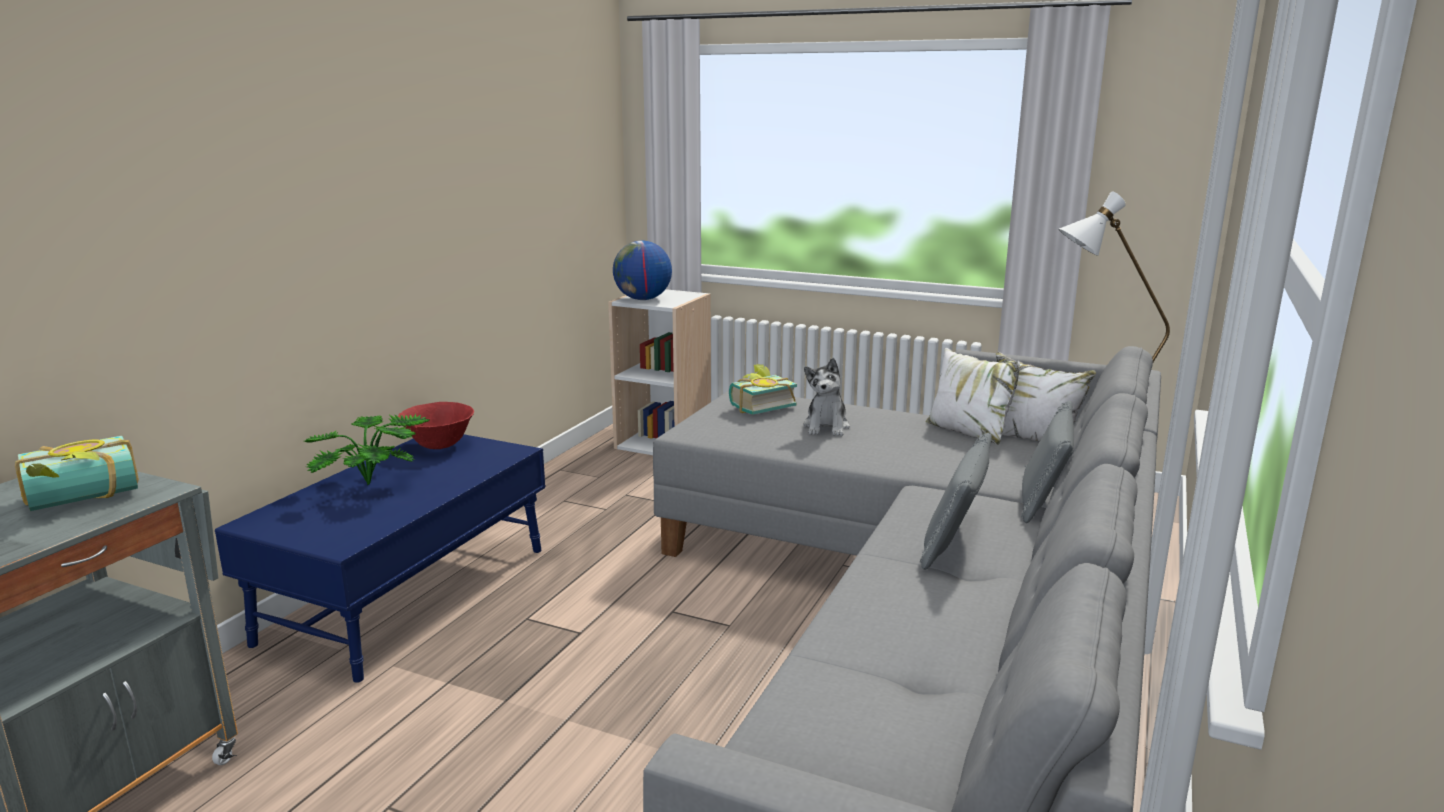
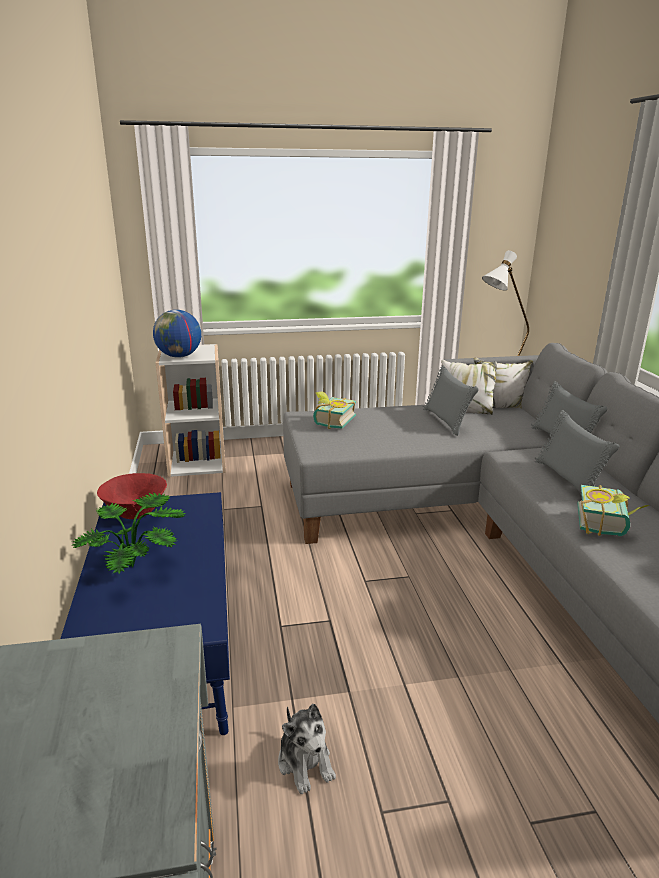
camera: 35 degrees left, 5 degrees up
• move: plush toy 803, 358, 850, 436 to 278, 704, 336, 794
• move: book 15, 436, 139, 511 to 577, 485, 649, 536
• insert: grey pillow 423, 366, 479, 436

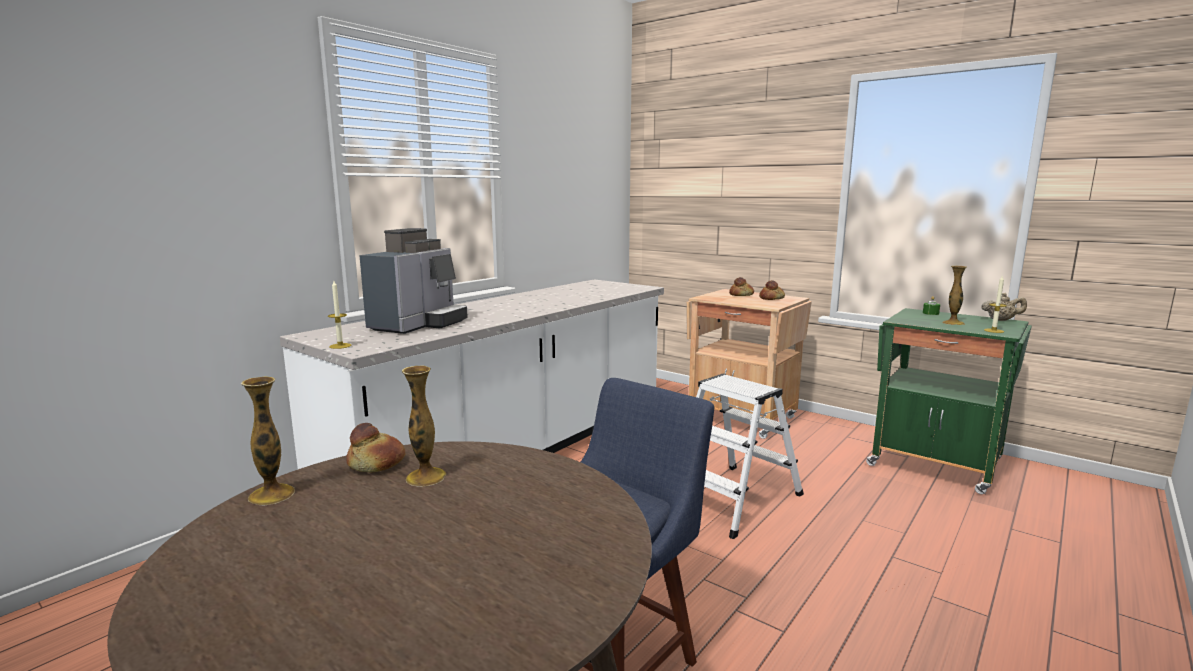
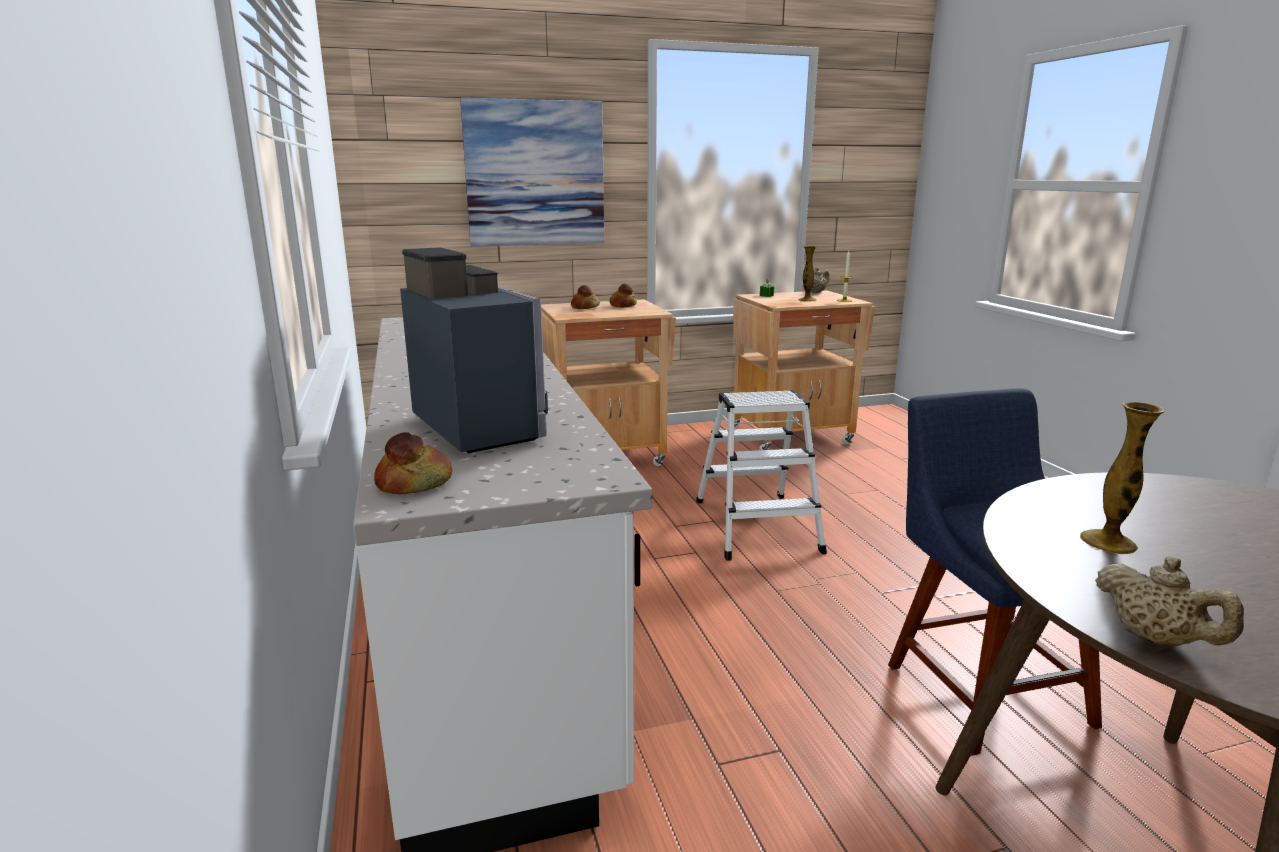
camera: 55 degrees left, 5 degrees up
• delete: candle 328, 281, 351, 349
• recolor: green cart 866, 308, 1032, 494 to brown cart 733, 290, 875, 450
• replace: vase 241, 376, 295, 505 to beige teapot 1095, 557, 1244, 646
• move: bread 346, 423, 406, 473 to 374, 432, 452, 494
• insert: picture 460, 97, 604, 247

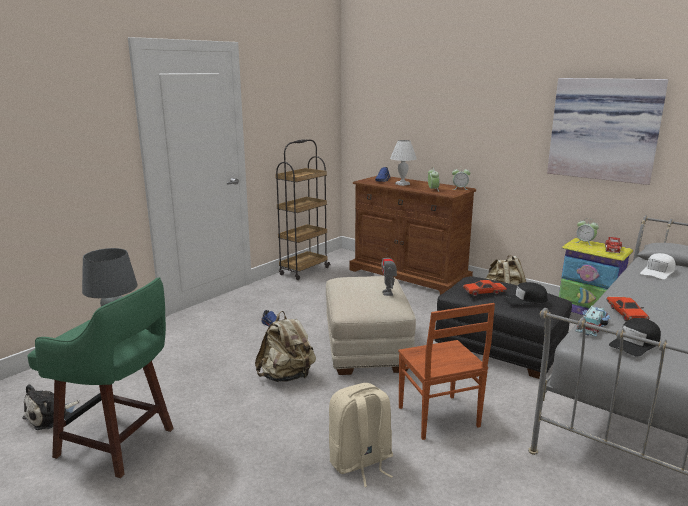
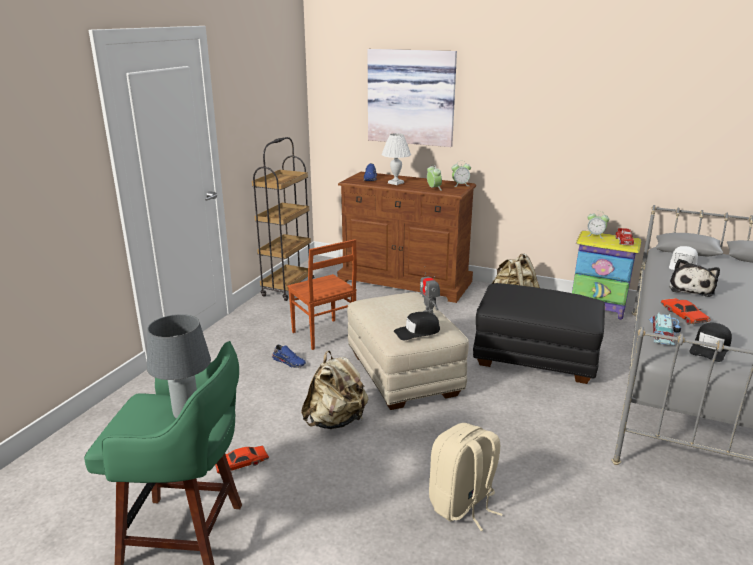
camera: 15 degrees left, 5 degrees up
• move: picture 547, 78, 668, 185 to 368, 49, 457, 147
• move: red toy car 463, 280, 507, 296 to 215, 446, 269, 474
• move: black cap 504, 282, 548, 305 to 394, 312, 440, 341
• move: brown chair 398, 303, 495, 440 to 288, 239, 357, 350
• move: plush toy 23, 384, 80, 430 to 669, 259, 720, 297

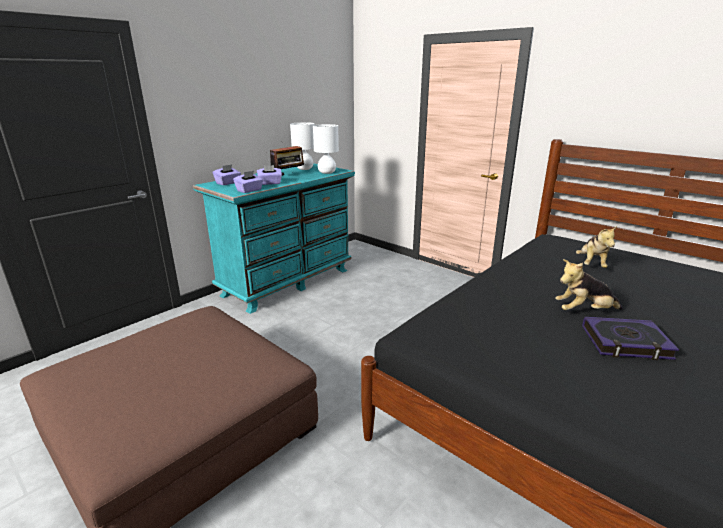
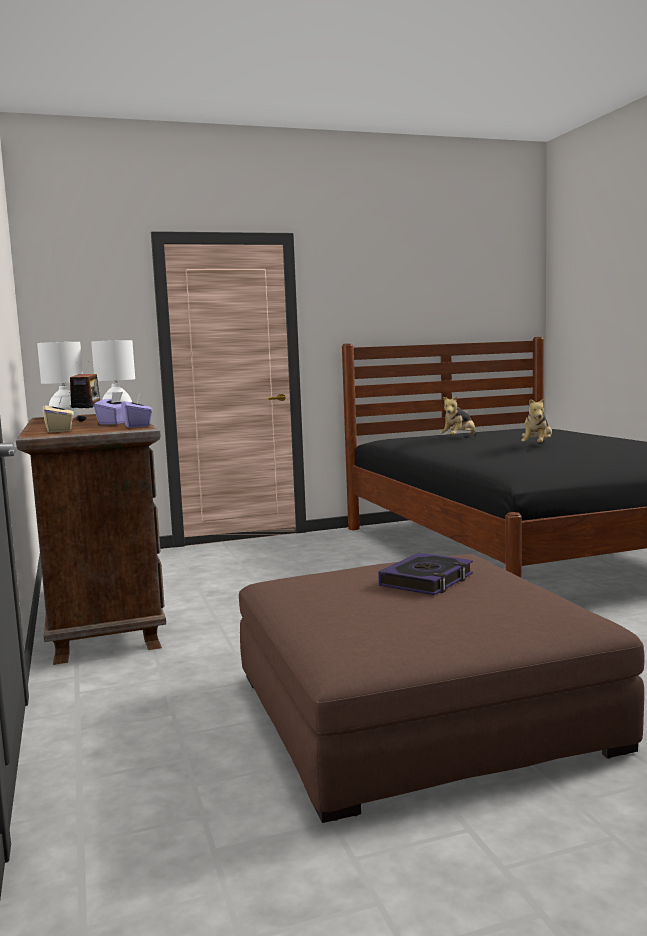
camera: 60 degrees left, 15 degrees down
• recolor: turquoise dresser 193, 163, 355, 314 to brown dresser 16, 414, 166, 665
• recolor: purple tissue box 213, 164, 241, 185 to beige tissue box 43, 397, 74, 433
• rotate: plush toy 576, 226, 617, 268 = 440, 395, 476, 435 90 degrees clockwise
• move: book 582, 317, 679, 360 to 378, 553, 473, 595

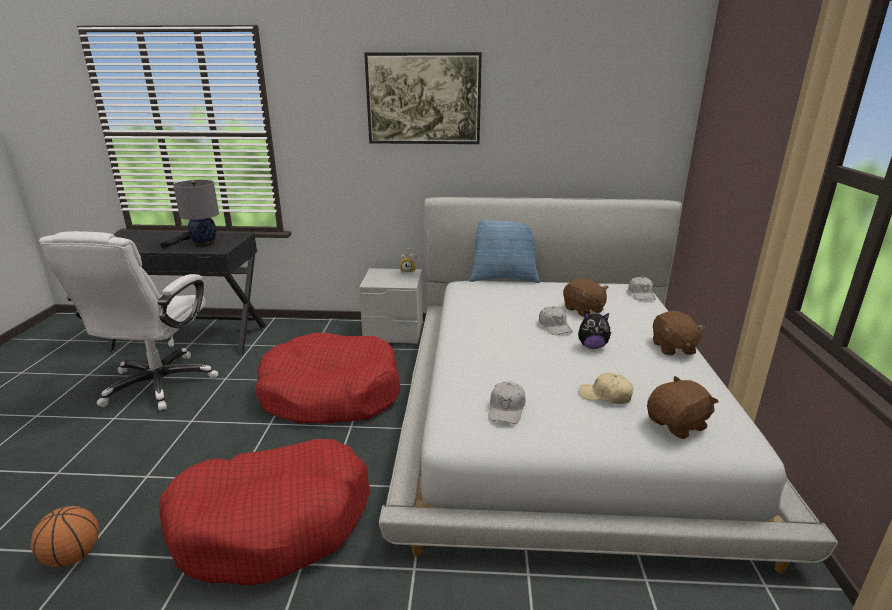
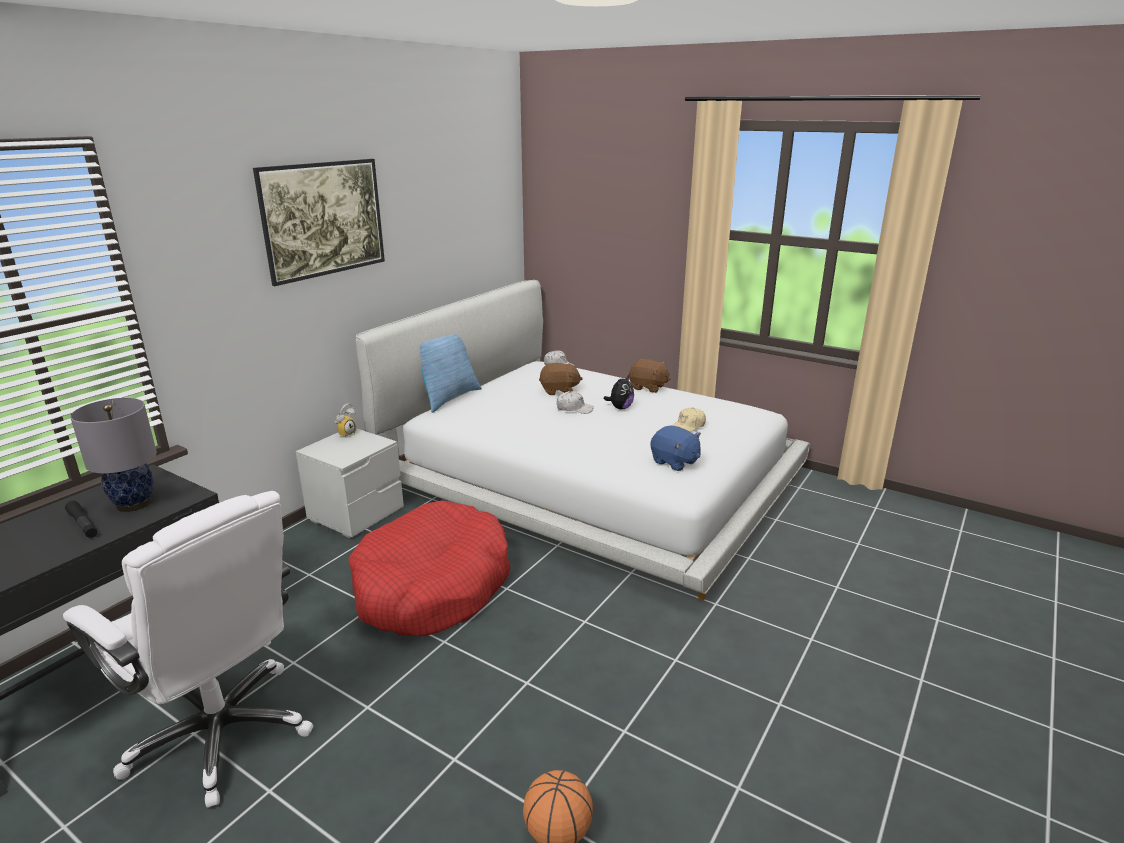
camera: 60 degrees left, 0 degrees up
• delete: brown plush toy 647, 376, 719, 439
• replace: white cap 488, 381, 526, 424 to blue plush toy 651, 425, 701, 471
• delete: red dog bed 159, 439, 370, 586

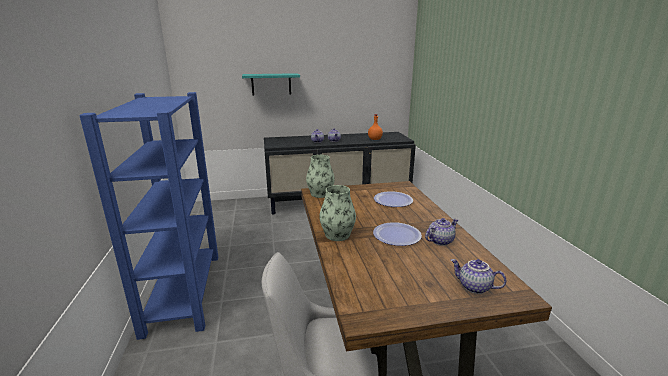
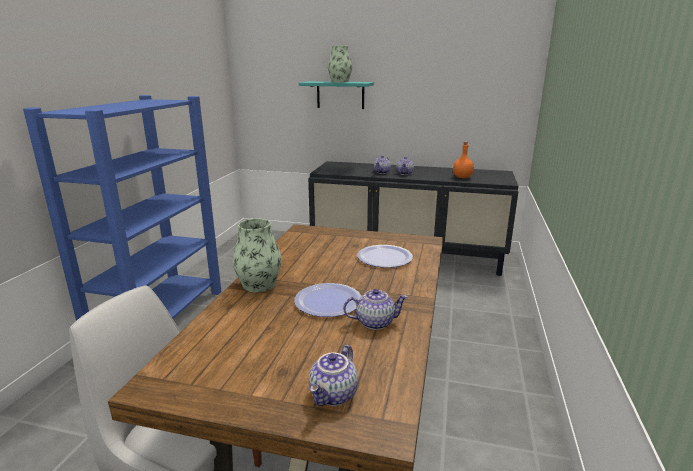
camera: 25 degrees right, 0 degrees up
• move: vase 306, 155, 335, 198 to 328, 46, 352, 82
• rotate: teapot 451, 259, 506, 294 = 309, 345, 358, 406 120 degrees counterclockwise

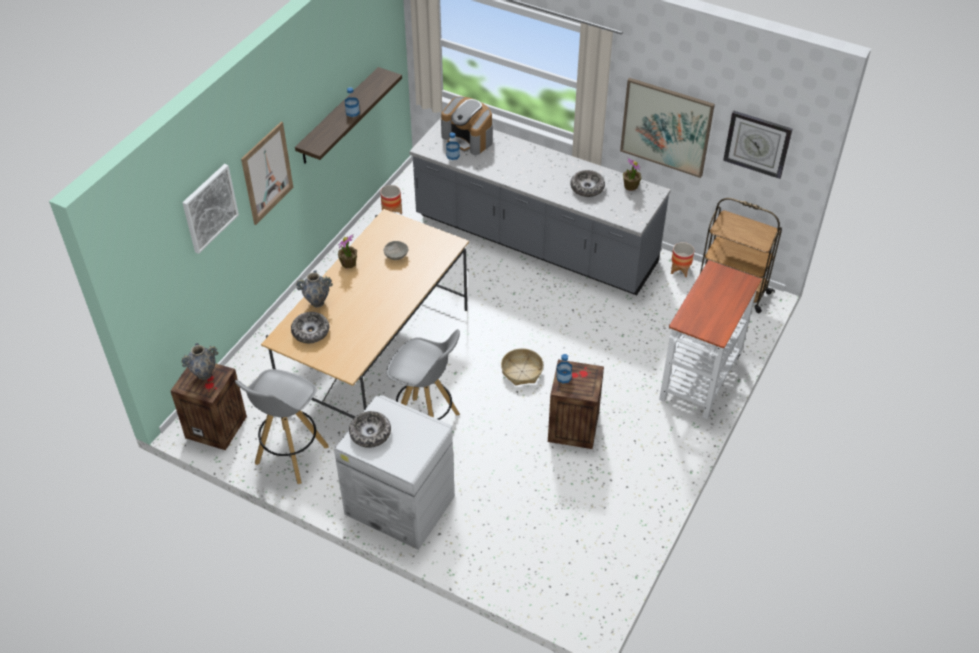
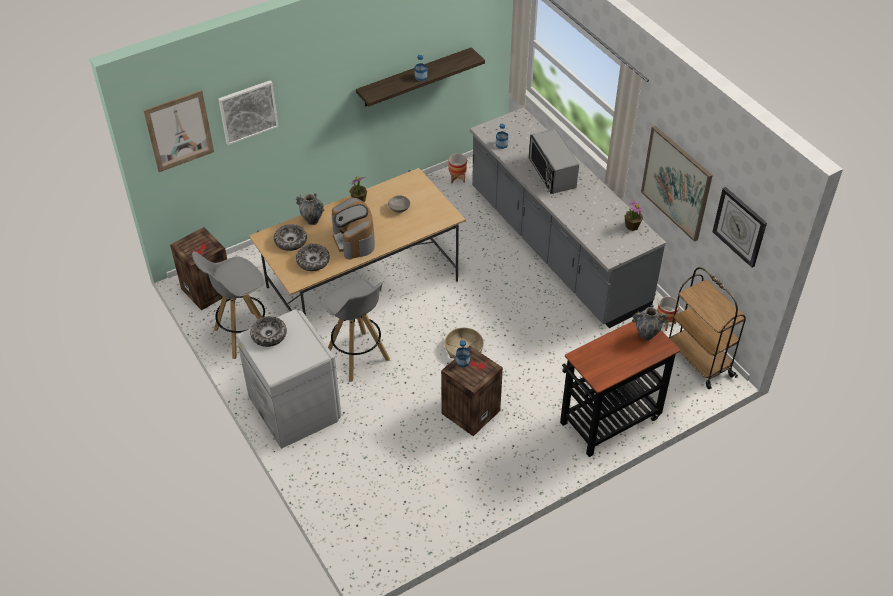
camera: 30 degrees right, 0 degrees up
• move: coffee machine 441, 96, 493, 155 to 332, 198, 375, 260
• move: picture 241, 122, 293, 225 to 143, 90, 214, 172
• move: bowl 570, 170, 605, 197 to 296, 244, 330, 271
• recolor: white cart 659, 260, 761, 419 to black cart 560, 322, 680, 457
• move: vase 181, 343, 218, 380 to 632, 305, 668, 341
• insert: microwave 529, 129, 579, 194

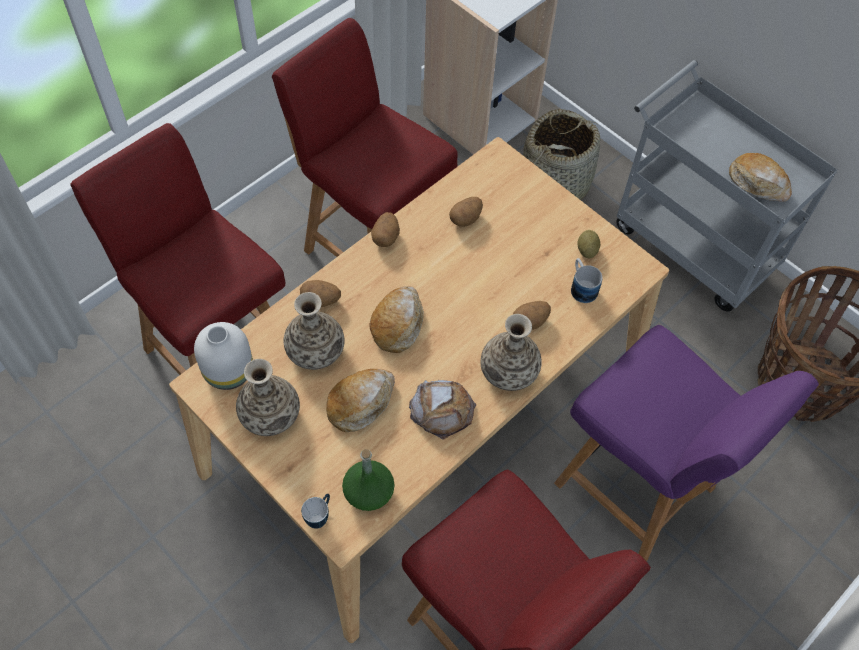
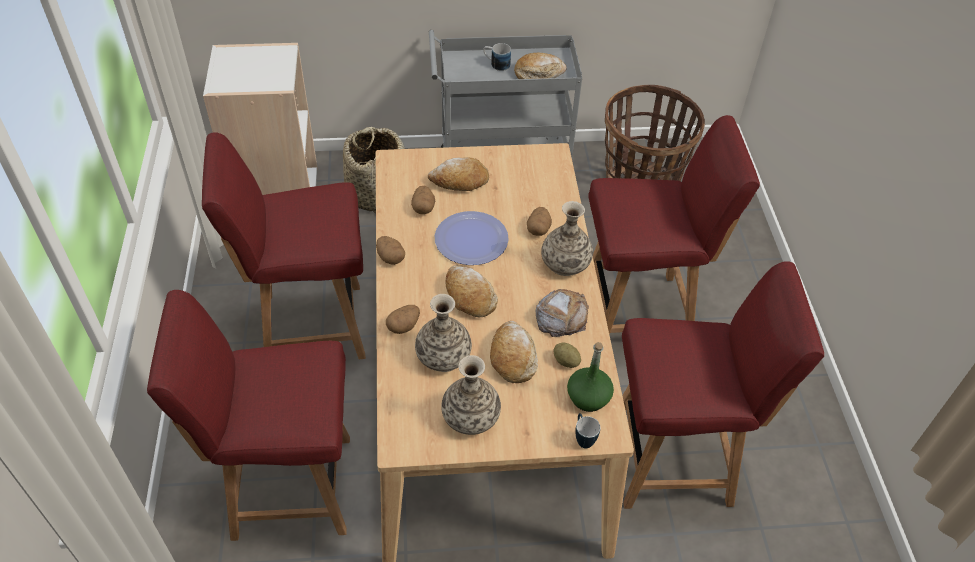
camera: 50 degrees left, 10 degrees down
• move: potato 578, 230, 600, 258 to 554, 343, 581, 368
• move: mug 571, 258, 603, 303 to 483, 43, 511, 71
• delete: white vase 194, 322, 253, 390
• recolor: purple chair 554, 325, 819, 561 to red chair 588, 115, 760, 335
• insert: bread 428, 157, 489, 191
• insert: plate 435, 211, 509, 265

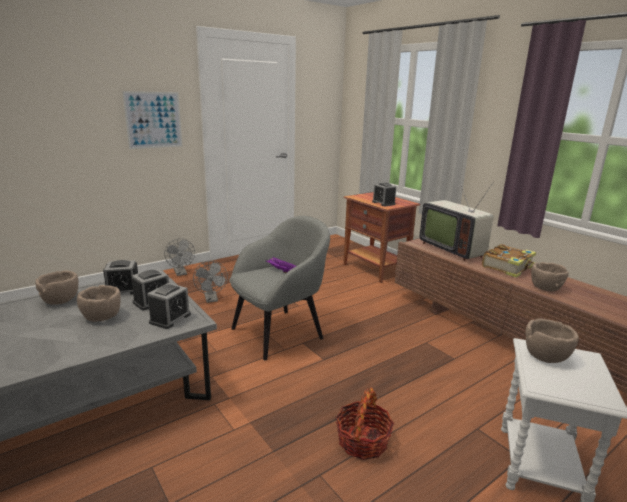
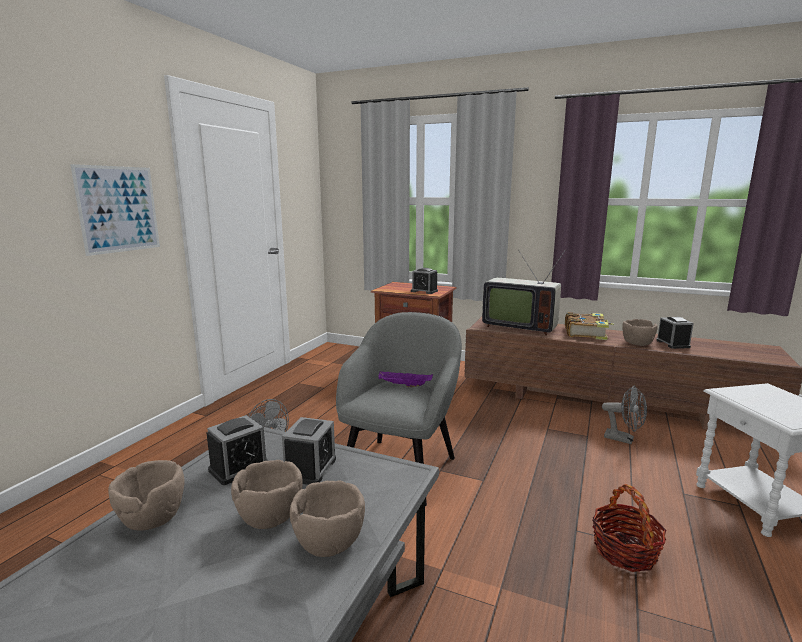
camera: 30 degrees left, 5 degrees down
• move: grey fan 164, 239, 195, 276 to 602, 386, 647, 444
• move: alarm clock 147, 283, 191, 329 to 656, 317, 694, 349
• move: brown bowl 525, 318, 579, 363 to 290, 480, 365, 557

